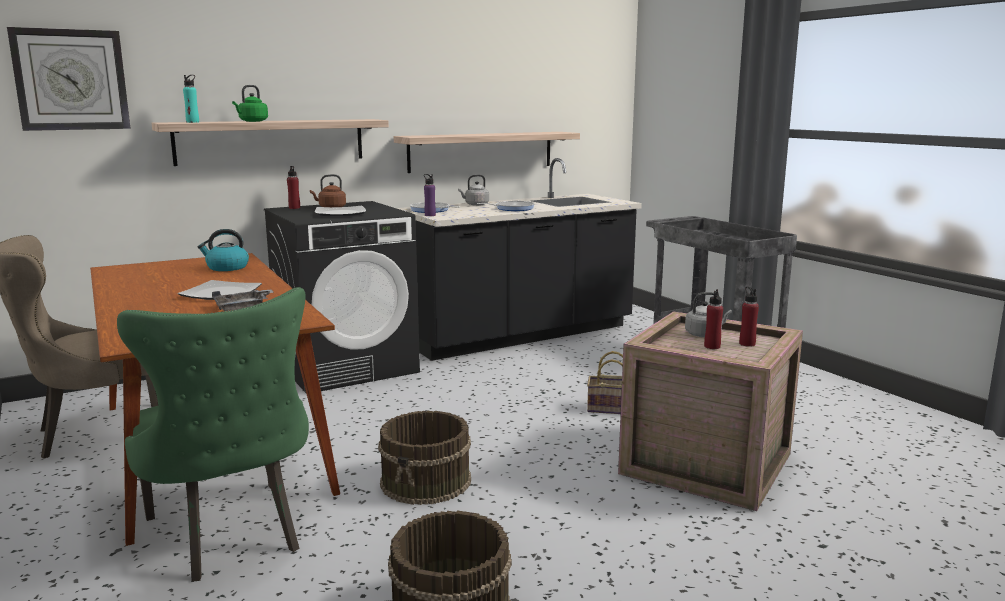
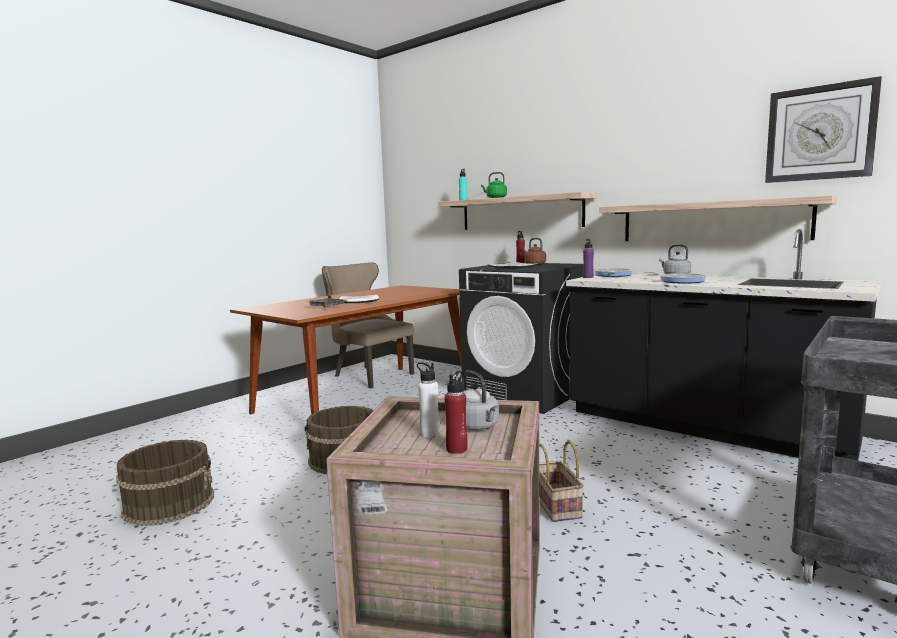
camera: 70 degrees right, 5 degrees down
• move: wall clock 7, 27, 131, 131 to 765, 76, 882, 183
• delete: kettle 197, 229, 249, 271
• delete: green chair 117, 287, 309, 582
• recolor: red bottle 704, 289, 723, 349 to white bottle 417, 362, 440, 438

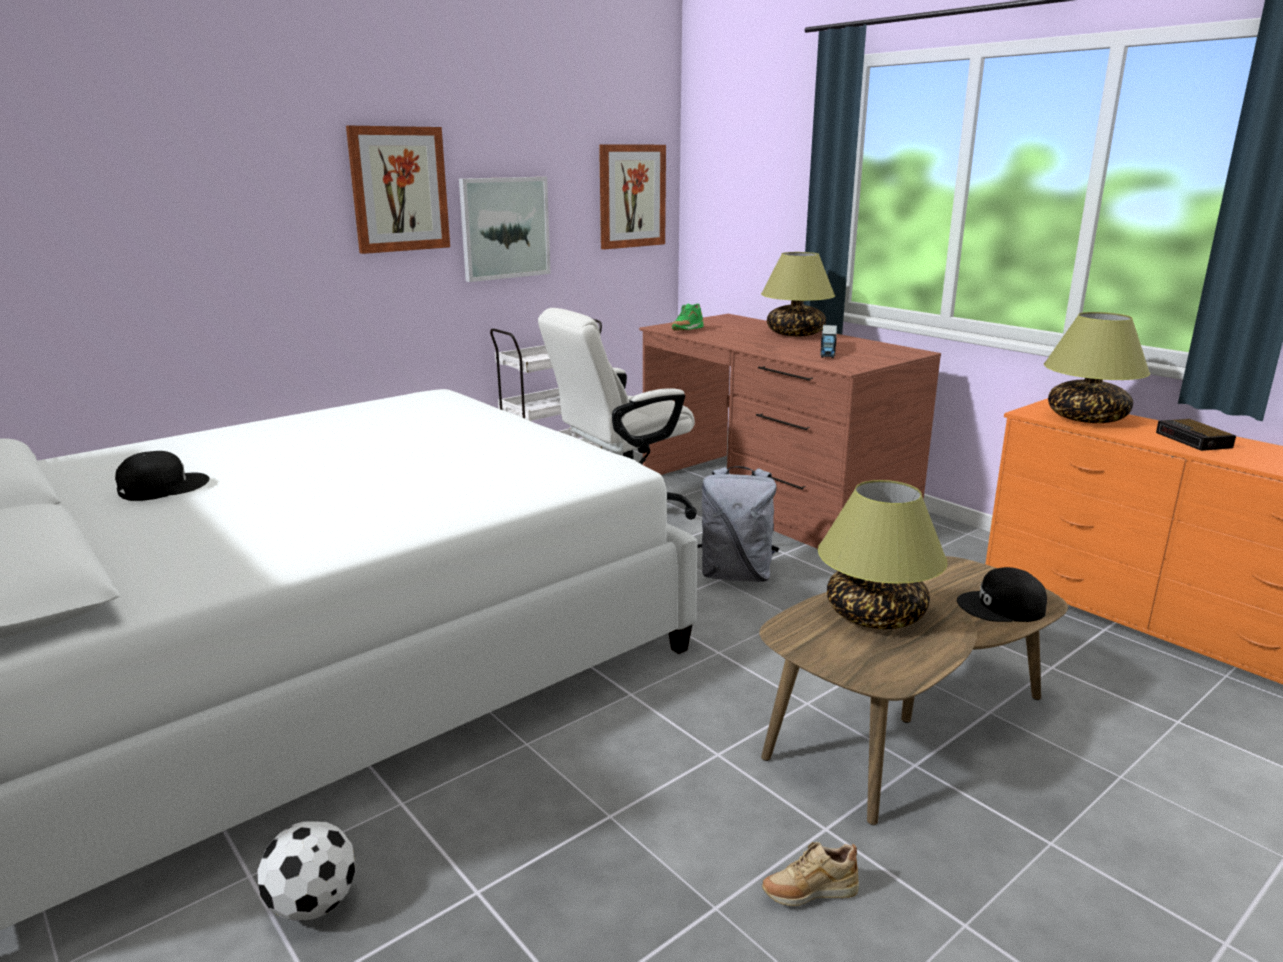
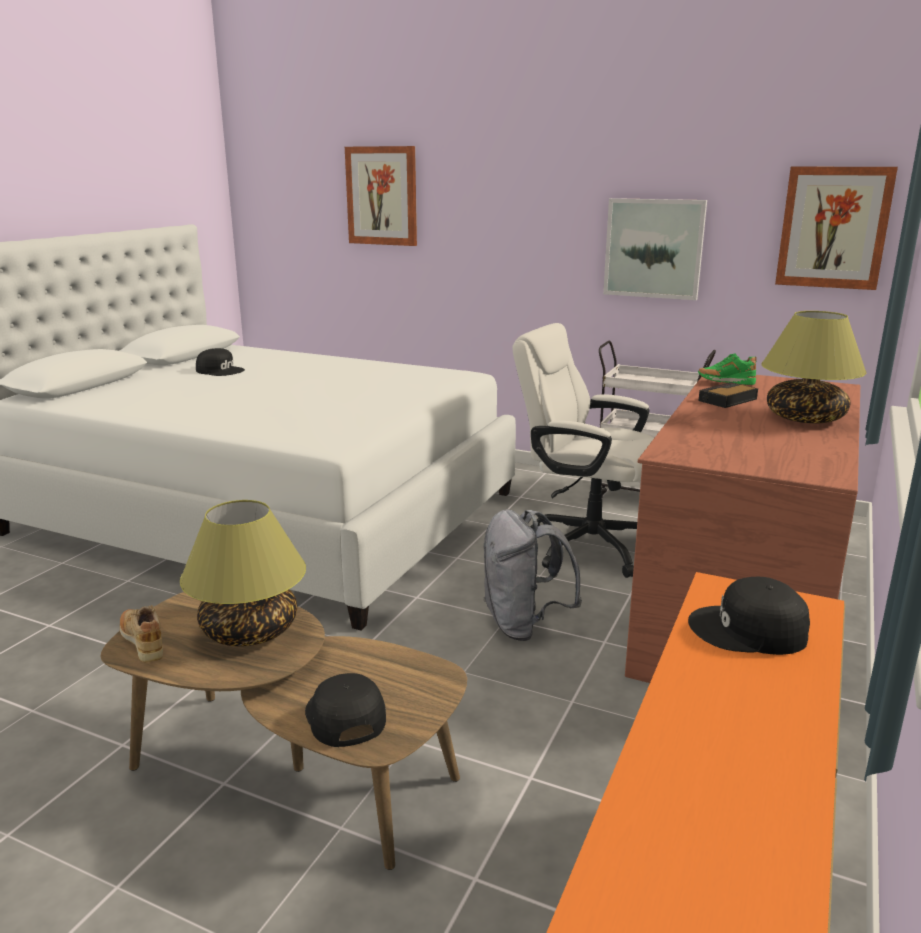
camera: 65 degrees right, 0 degrees up
• move: picture 346, 126, 450, 254 to 345, 146, 417, 246
• replace: table lamp 1044, 312, 1150, 423 to black cap 688, 577, 810, 655
• delete: toy truck 820, 325, 837, 358
• move: alarm clock 1156, 419, 1236, 451 to 698, 382, 758, 408
• delete: football 257, 821, 356, 921
• move: beige shoe 762, 842, 859, 906 to 120, 605, 163, 663

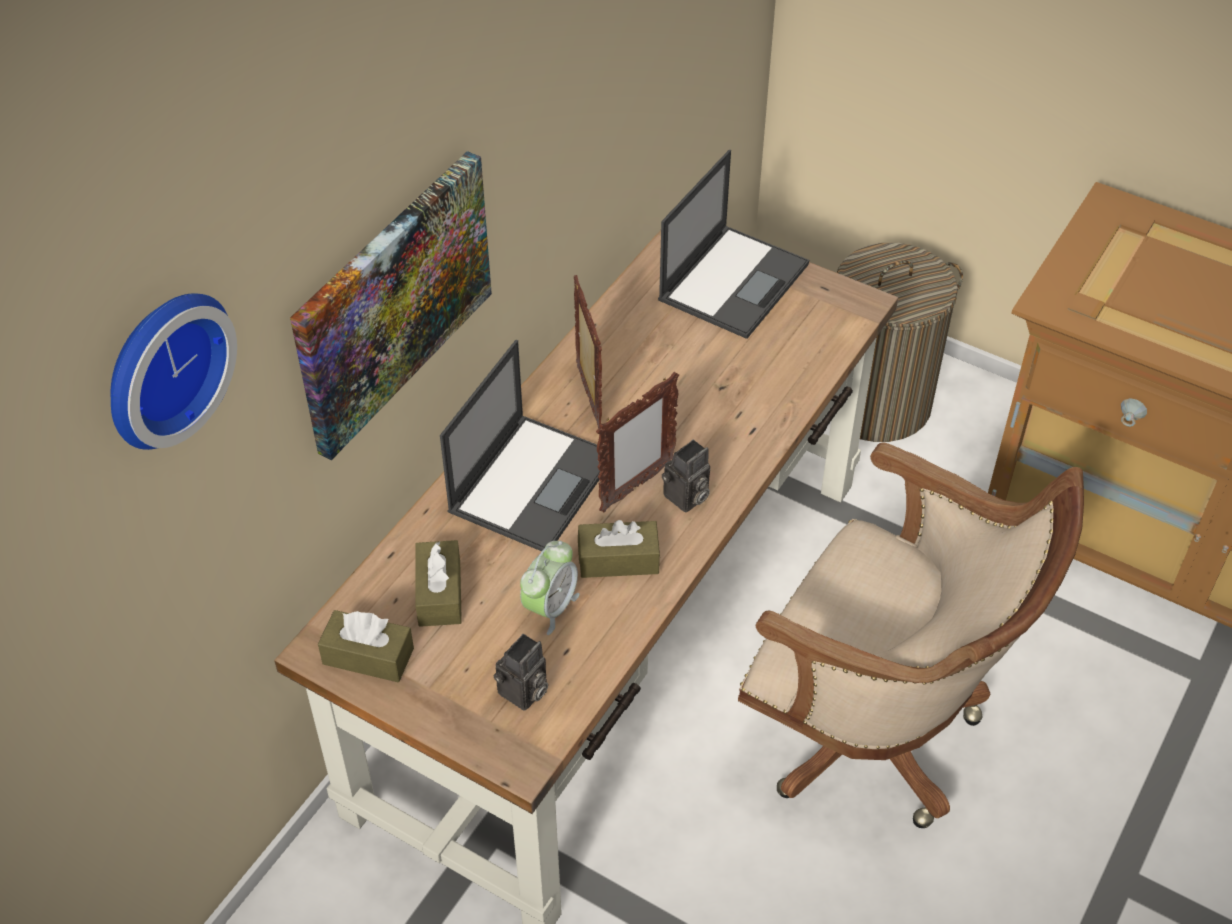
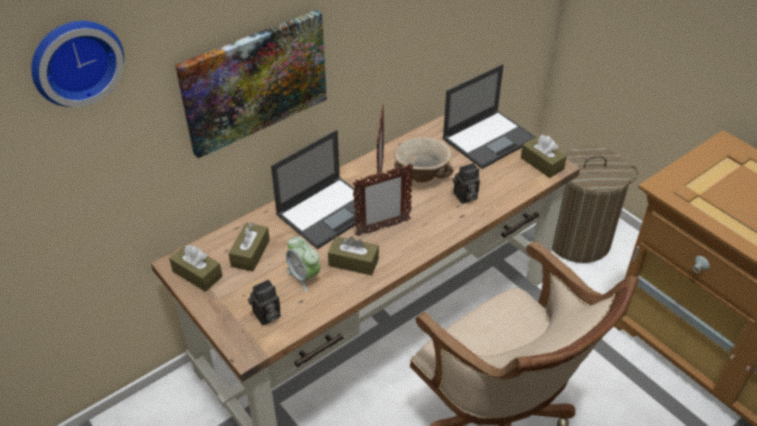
camera: 20 degrees right, 5 degrees down
• move: photo camera 662, 440, 710, 513 to 453, 163, 480, 204
• rotate: alarm clock 520, 541, 580, 635 = 286, 237, 320, 291 90 degrees clockwise
• insert: brown tissue box 521, 135, 567, 178
• insert: beige bowl 394, 137, 454, 183

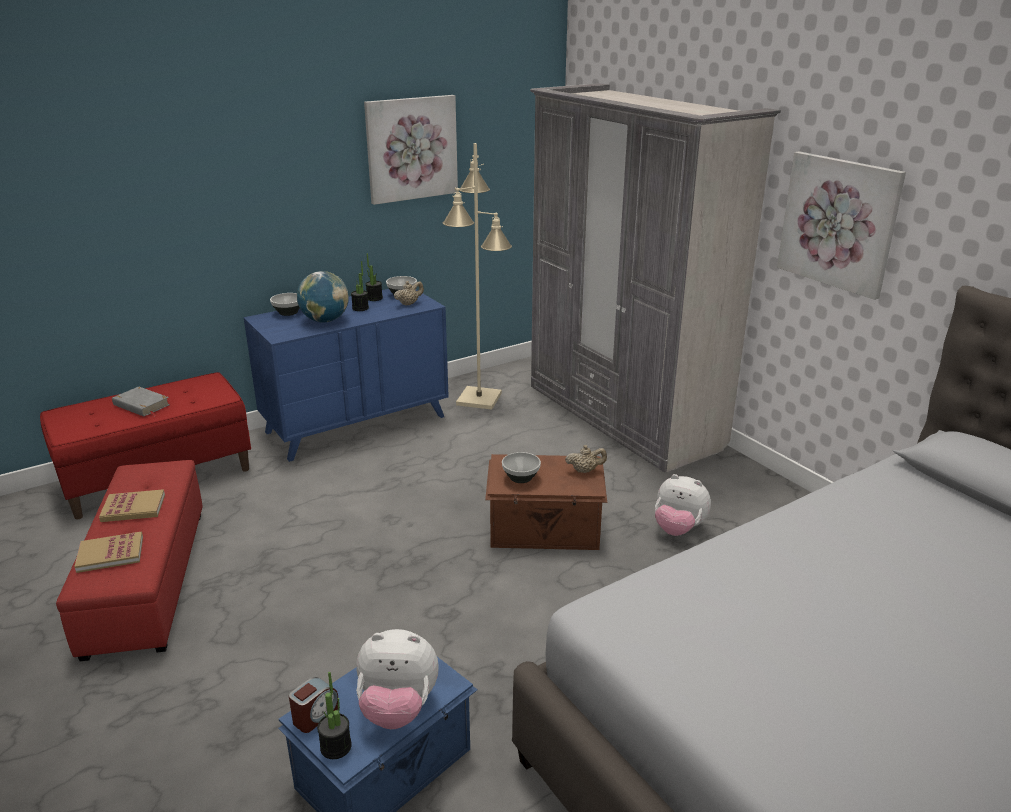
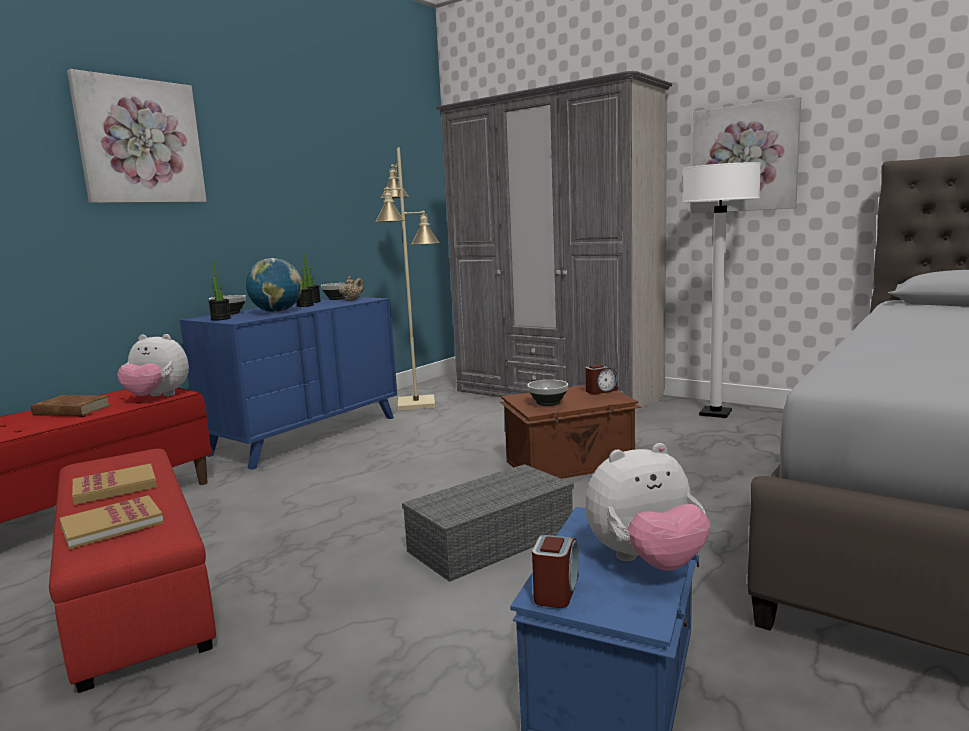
camera: 20 degrees left, 15 degrees down
• move: picture 364, 95, 458, 205 to 67, 69, 207, 203
• recolor: grey book 112, 387, 170, 416 to brown book 31, 395, 111, 416
• replace: beige teapot 565, 445, 607, 473 to alarm clock 585, 365, 618, 394
• move: plush toy 655, 474, 711, 536 to 117, 334, 189, 396
• move: potted plant 317, 672, 352, 759 to 208, 262, 231, 320
• insert: white floor lamp 683, 162, 761, 418
• insert: grey storage box 402, 464, 574, 582

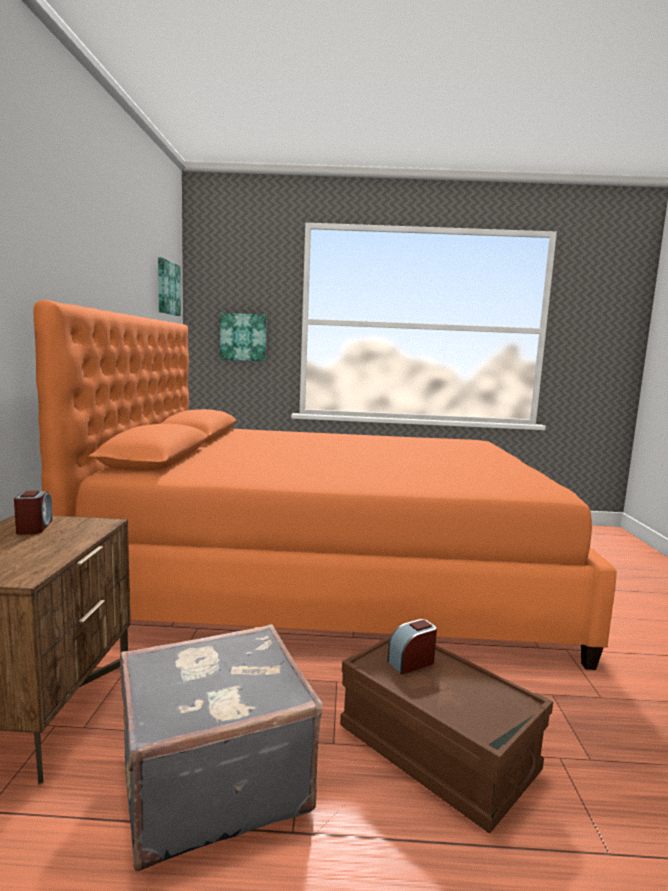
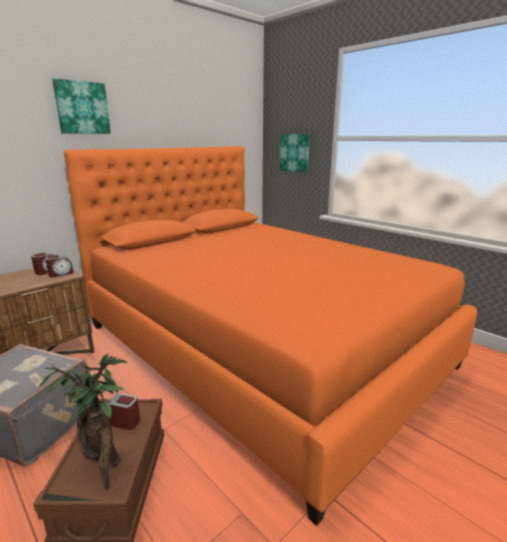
camera: 45 degrees right, 10 degrees up
• move: picture 158, 257, 181, 316 to 52, 79, 111, 134
• insert: alarm clock 45, 255, 74, 277
• insert: potted plant 39, 353, 127, 489

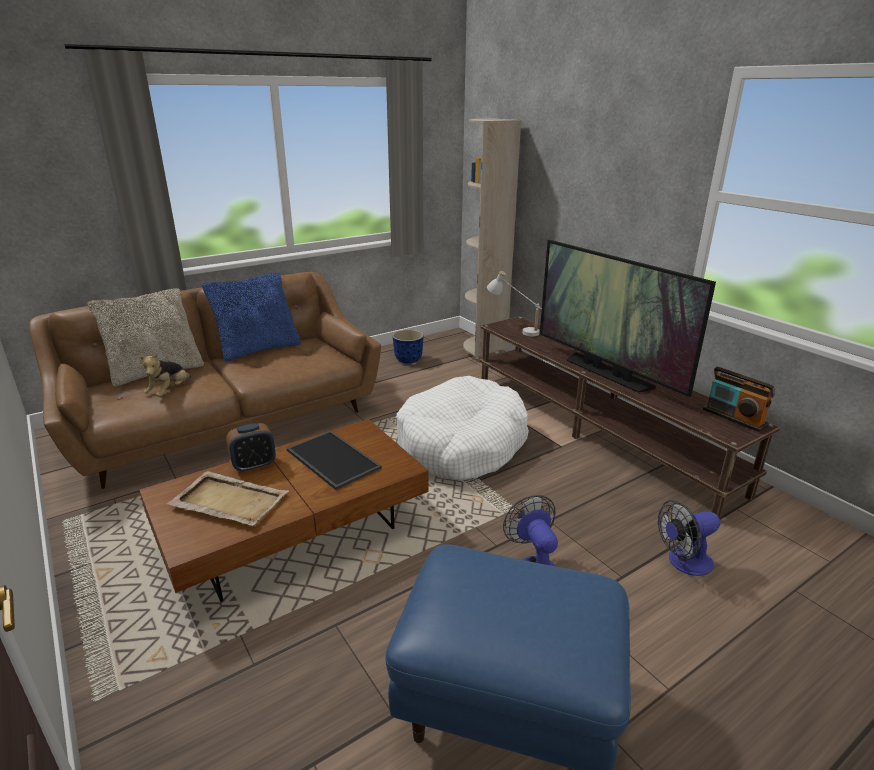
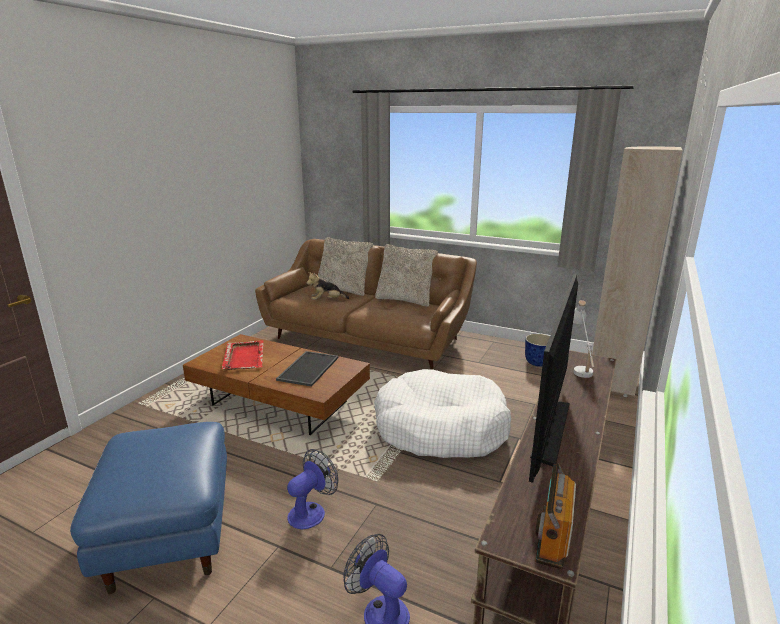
camera: 60 degrees right, 5 degrees down
• recolor: blue pillow 202, 273, 301, 361 to beige pillow 375, 244, 438, 307
• delete: alarm clock 226, 423, 276, 472
• recolor: beige tray 167, 471, 289, 526 to red tray 222, 340, 263, 370

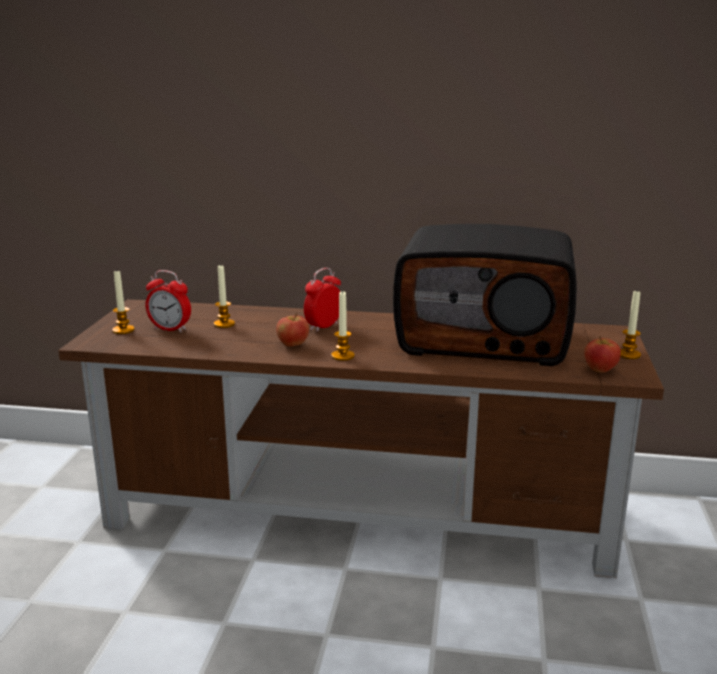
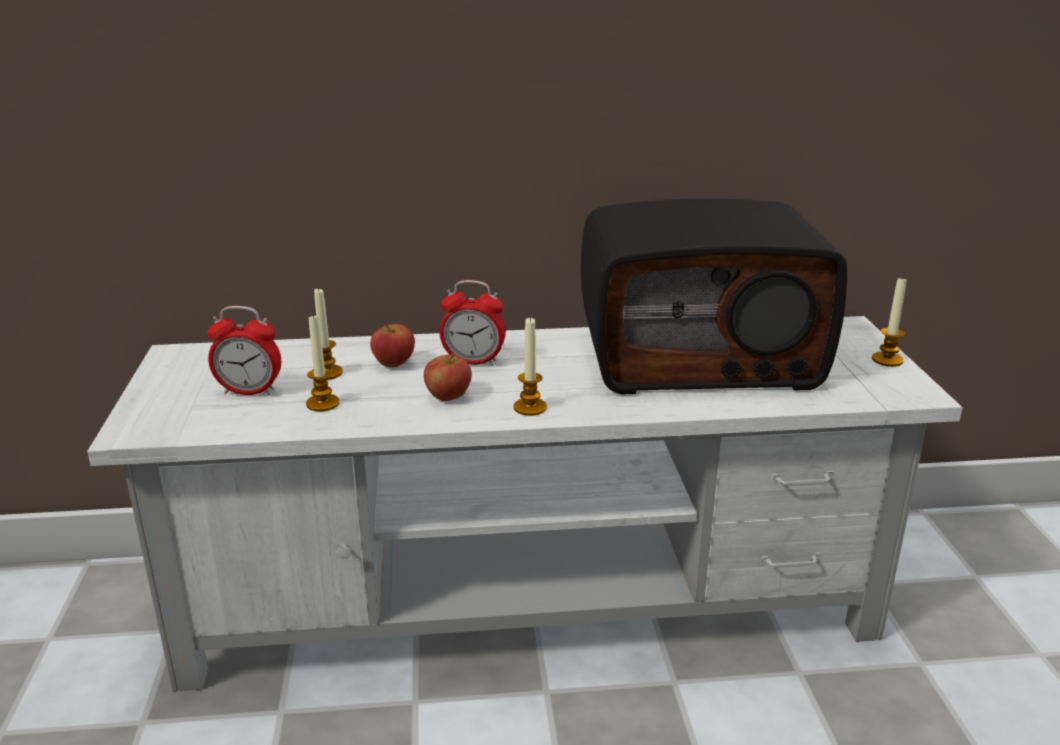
camera: 15 degrees left, 5 degrees up
• rotate: alarm clock 304, 268, 341, 332 = 440, 280, 506, 366 105 degrees counterclockwise
• move: candle 112, 269, 134, 334 to 306, 314, 340, 412
• recolor: brown tv stand 58, 299, 664, 578 to white tv stand 87, 316, 963, 692
• move: apple 584, 336, 621, 373 to 370, 323, 415, 367

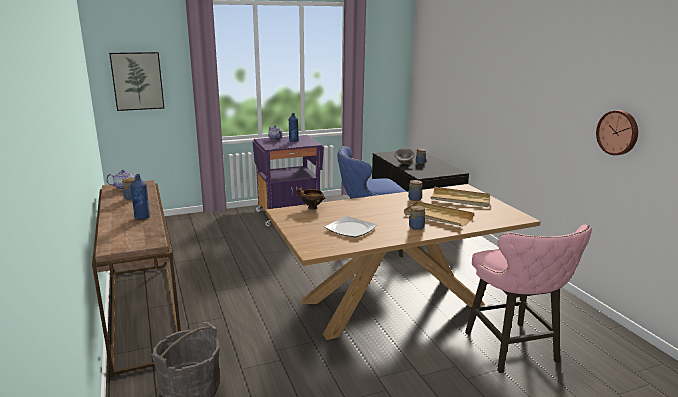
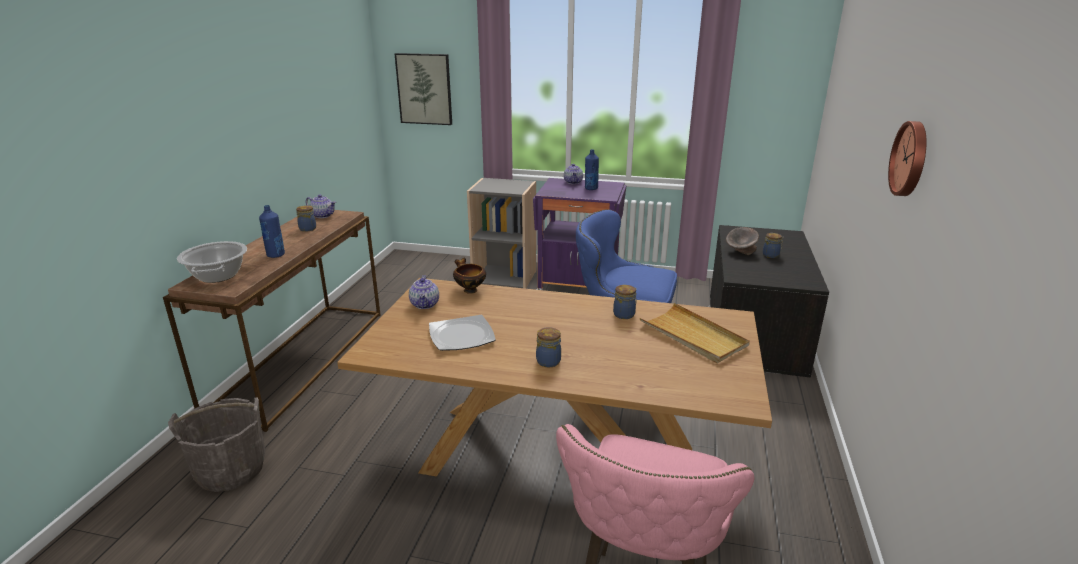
camera: 35 degrees right, 5 degrees up
• move: wall clock 596, 110, 638, 155 to 888, 121, 927, 196
• delete: beige tray 404, 201, 474, 227
• insert: grey bookcase 467, 178, 536, 289
• insert: cooking pot 177, 241, 247, 283
• insert: teapot 409, 275, 439, 309

